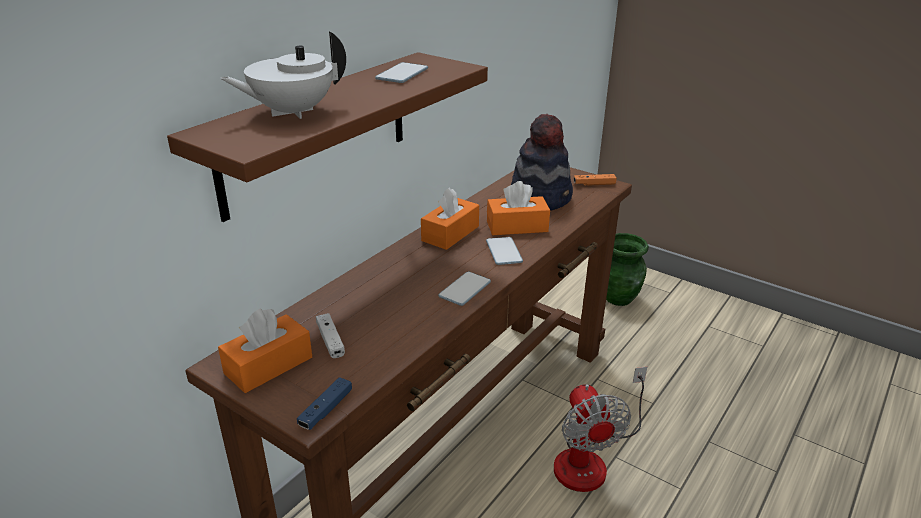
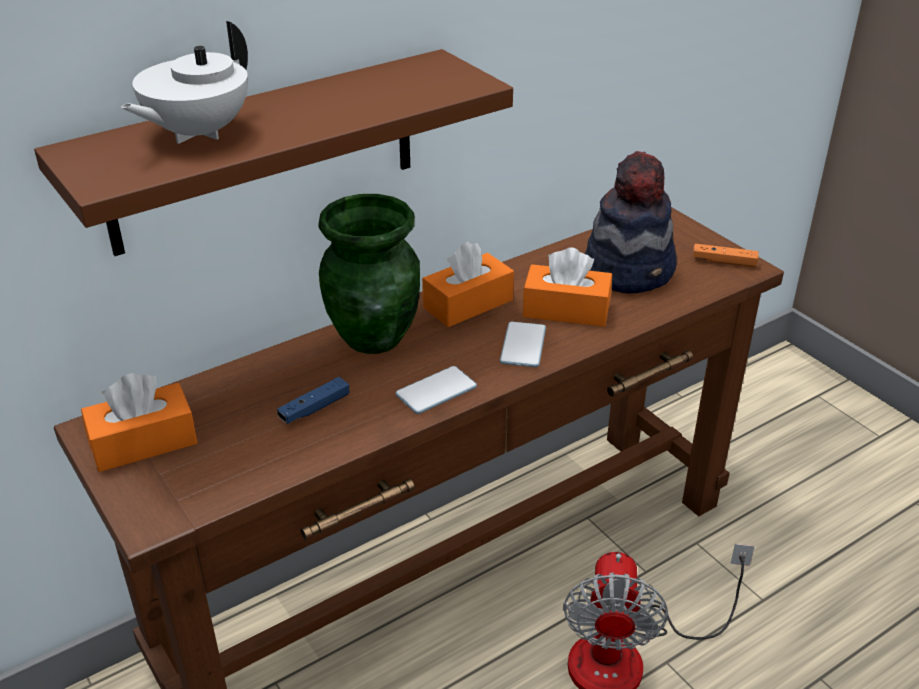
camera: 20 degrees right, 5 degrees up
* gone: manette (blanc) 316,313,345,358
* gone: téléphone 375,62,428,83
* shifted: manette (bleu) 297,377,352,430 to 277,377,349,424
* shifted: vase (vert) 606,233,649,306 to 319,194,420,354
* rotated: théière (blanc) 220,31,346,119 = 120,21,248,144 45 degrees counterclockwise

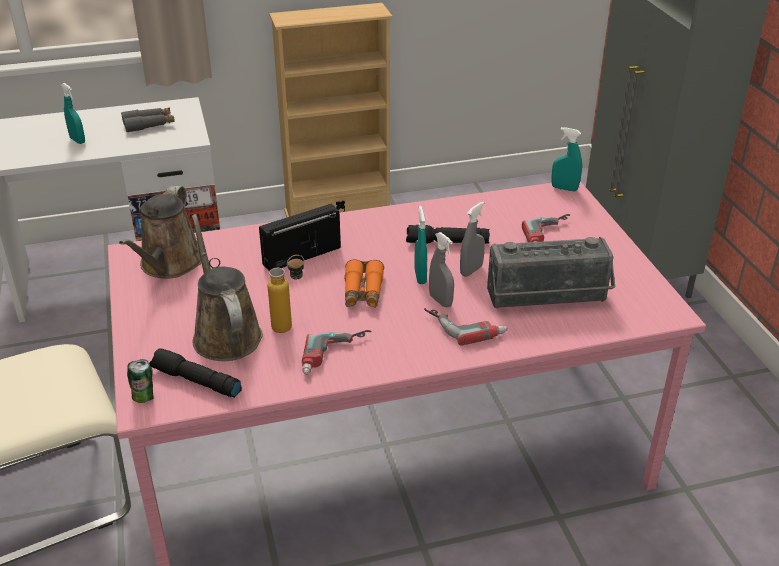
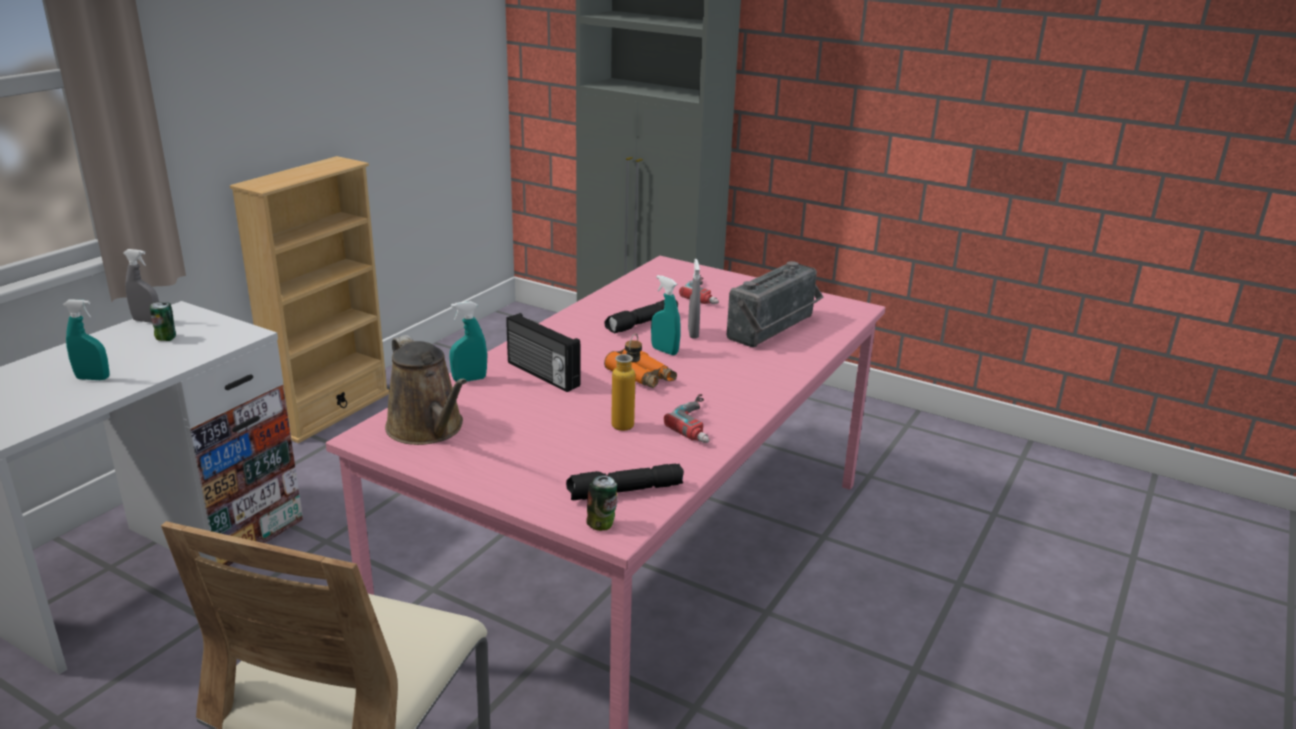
camera: 45 degrees left, 10 degrees down
* gone: arrosoir (marron) 192,214,263,361
* gone: perceuse 424,308,508,346
* shifted: vaporisateur (gris) 429,232,454,307 to 123,249,159,323
* shifted: vaporisateur (turquoise) 551,127,582,192 to 449,301,487,382
* swapped: jumelles (gris) 121,108,175,133 to boîte métallique 150,302,176,341
* rotated: radio 259,203,341,271 = 506,313,580,392 60 degrees counterclockwise

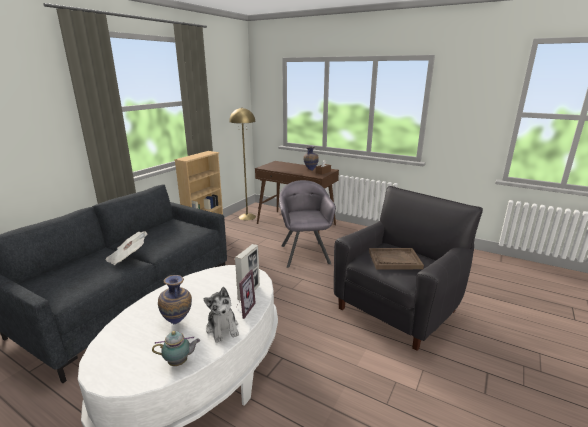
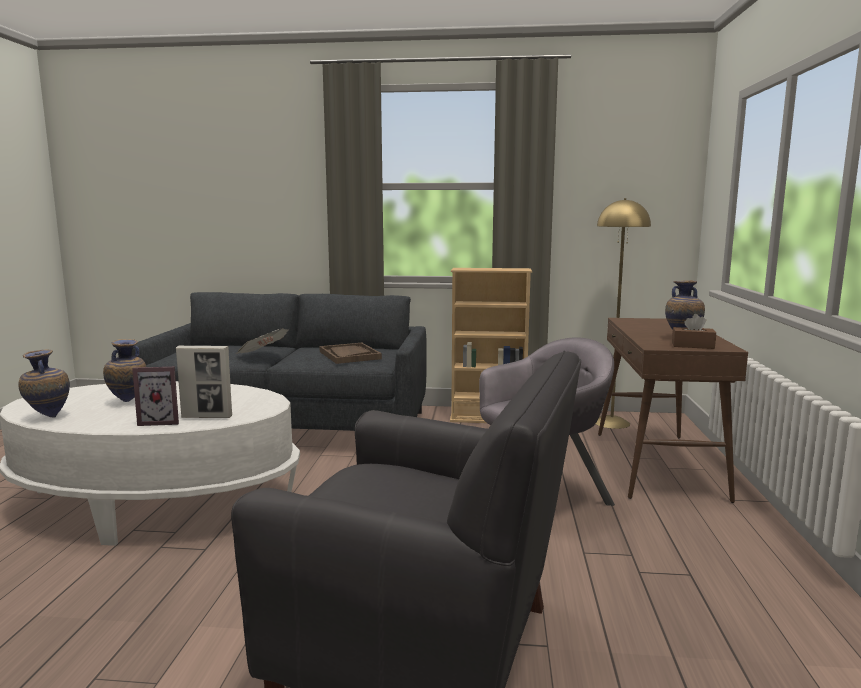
camera: 65 degrees right, 10 degrees down
* gone: peluche 203,287,239,343
* shifted: plateau (marron) 369,248,424,269 to 319,343,382,364
* swapped: théière 152,331,200,366 to vase 18,350,70,418

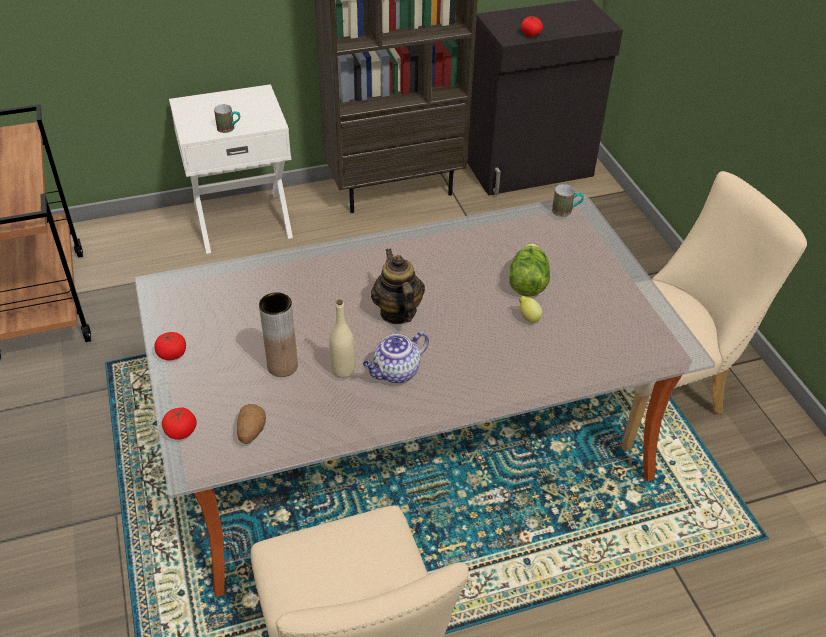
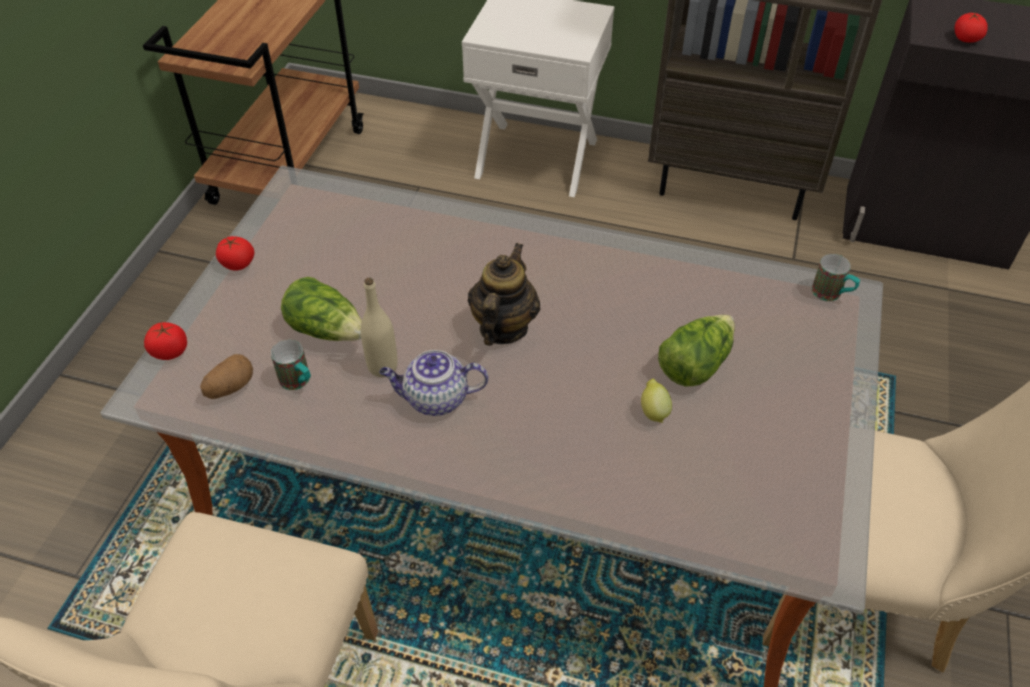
camera: 35 degrees right, 5 degrees up
* shifted: mug 214,104,240,133 to 271,340,311,390
* swapped: vase (marron) 259,292,298,377 to laitue 281,277,362,341

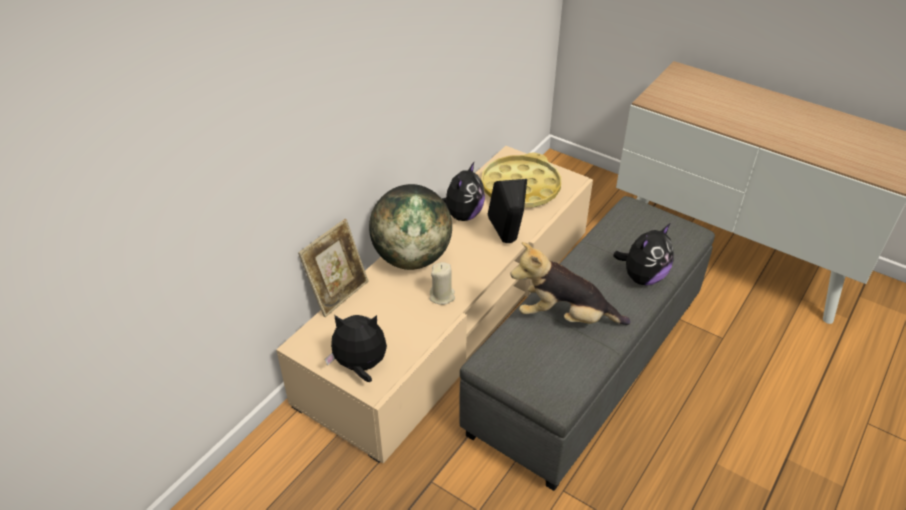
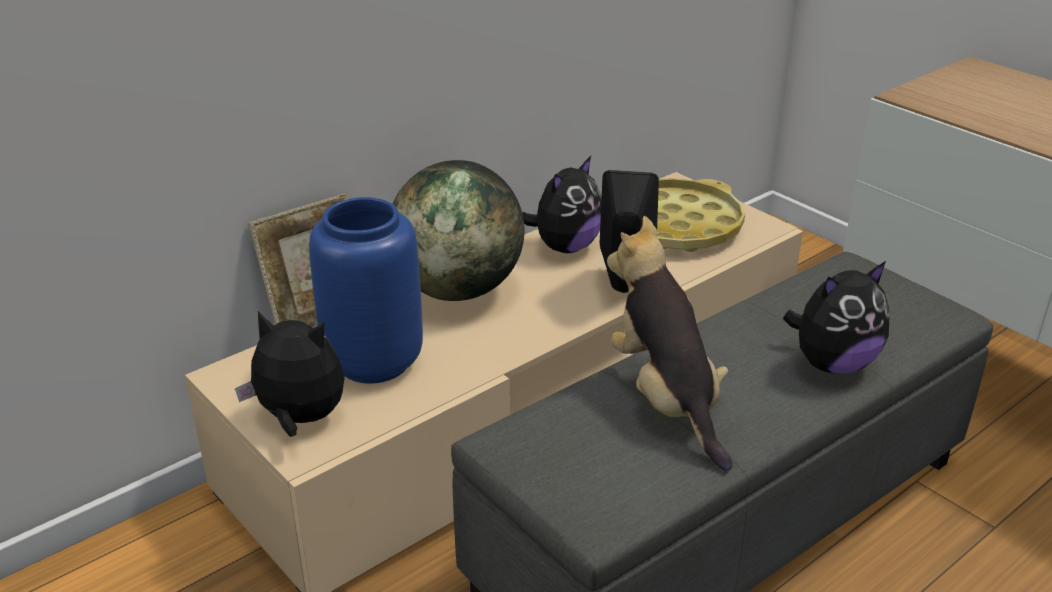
camera: 15 degrees right, 10 degrees down
* gone: bougie (beige) 430,262,455,305
* new: vase (bleu) 309,197,423,384
* rotated: peluche 510,242,630,325 = 607,216,733,471 45 degrees clockwise

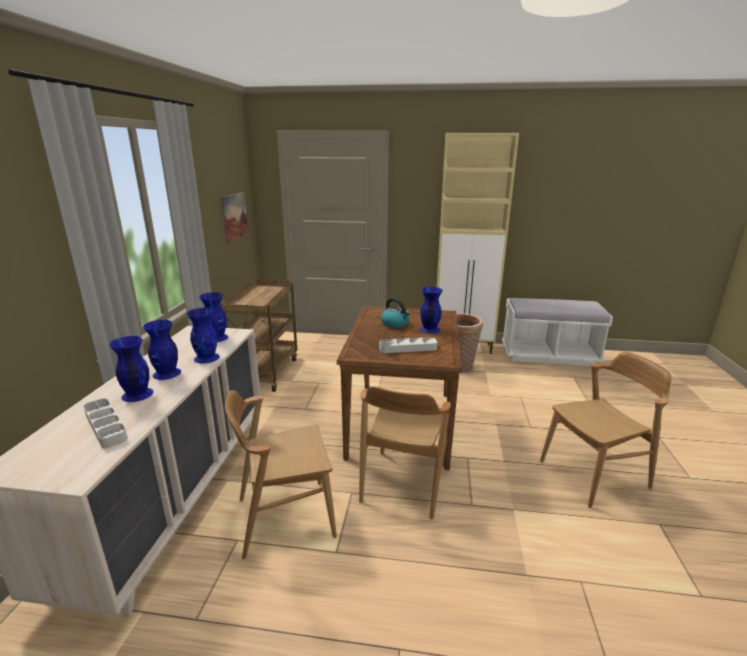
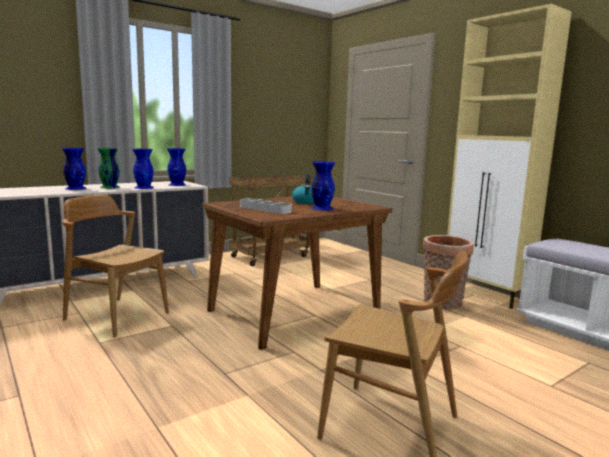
camera: 45 degrees right, 10 degrees down
* gone: plateau (gris) 83,398,128,448
* gone: tableau 220,192,249,243
* gone: chaise (marron) 359,386,451,520
* repainted: vase (bleu) 143,320,181,380 to vase (vert) 97,148,120,189

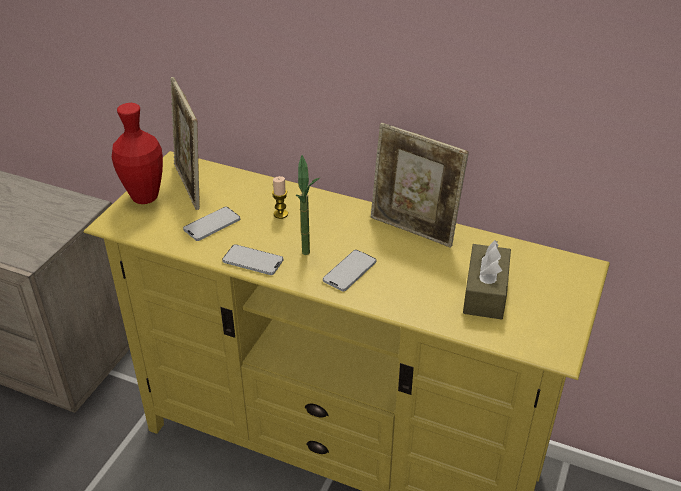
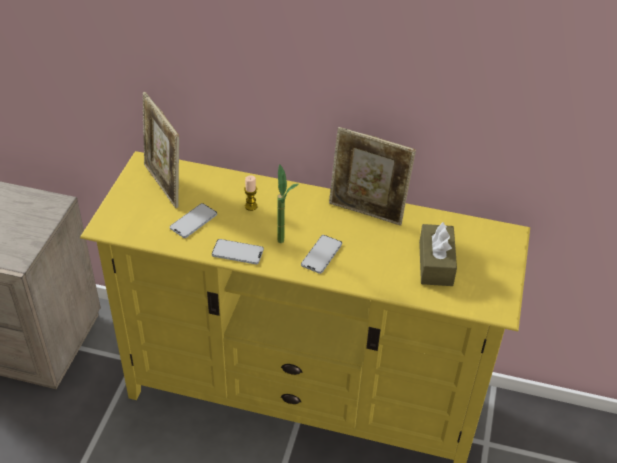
camera: 10 degrees left, 5 degrees up
* gone: vase (rouge) 112,103,163,204

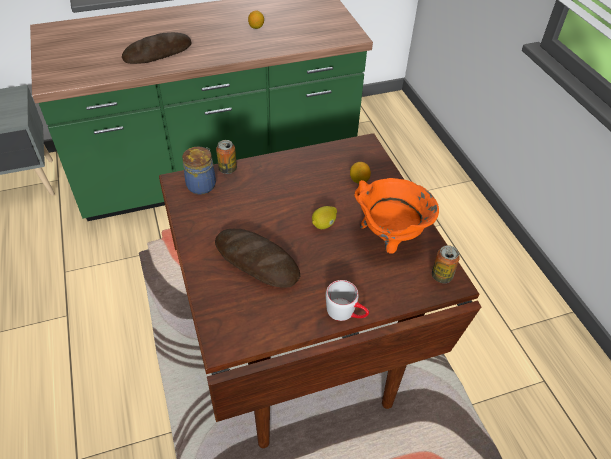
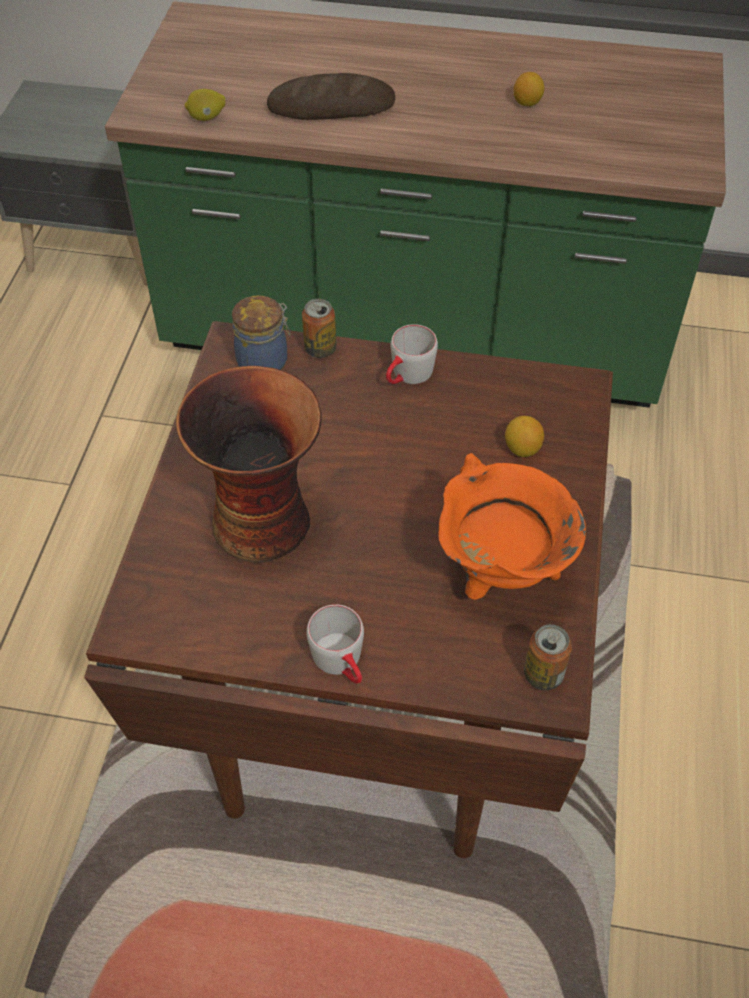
camera: 30 degrees right, 5 degrees up
* new: mug (gris) 386,324,438,384
* shifted: citron 312,206,337,229 to 185,89,225,121
* swapped: pain 215,229,300,288 to vase 176,366,322,563

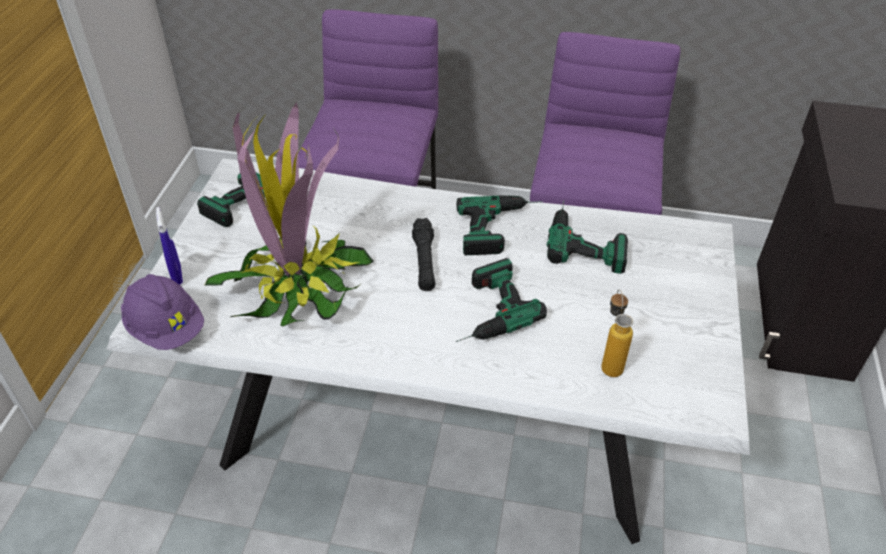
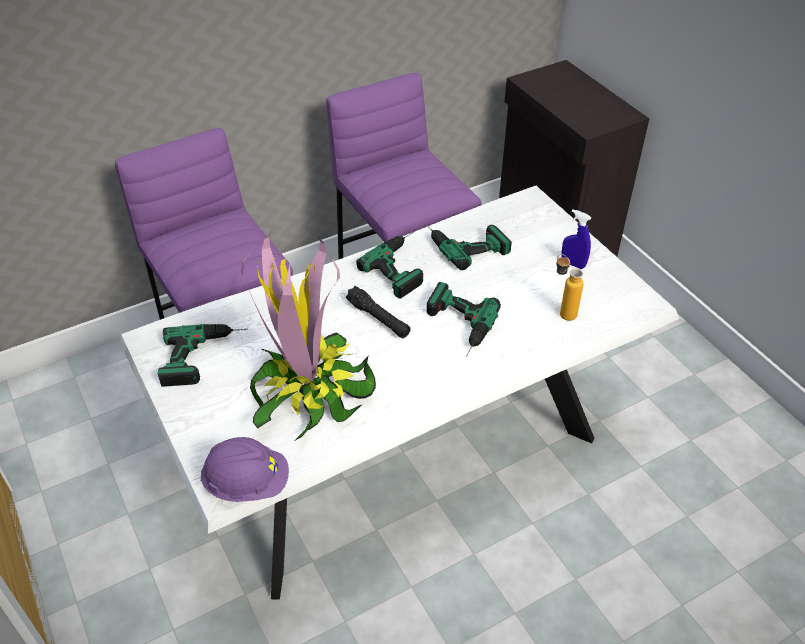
camera: 40 degrees left, 0 degrees up
* shifted: vaporisateur (bleu) 156,207,183,285 to 561,209,591,269

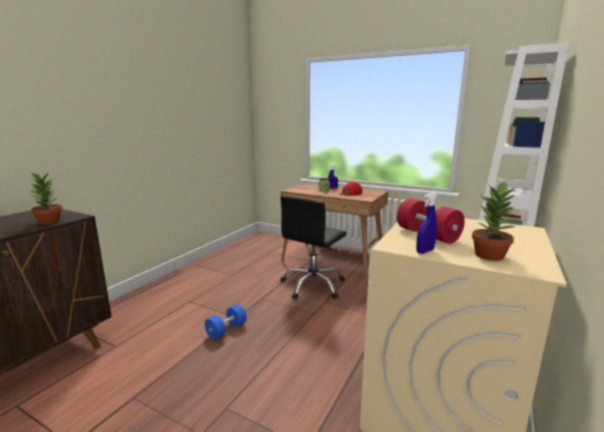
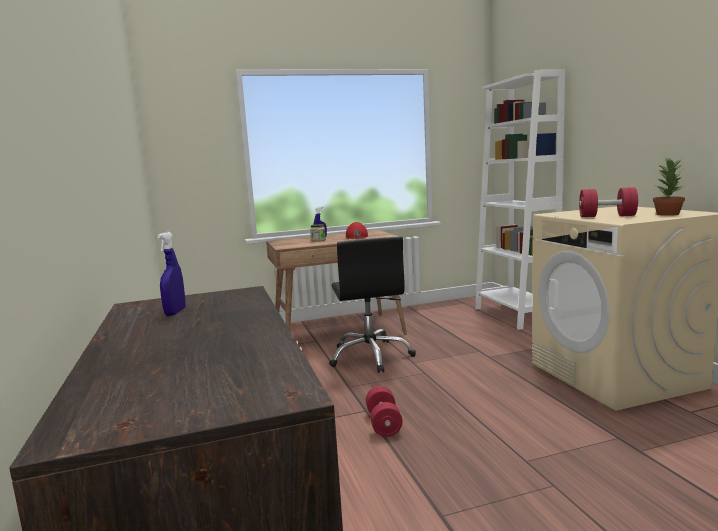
camera: 45 degrees left, 5 degrees down
* gone: plante en pot 29,173,62,224
* shifted: vaporisateur (bleu) 416,193,437,254 to 157,232,186,316
* repainted: haltère (bleu) 205,304,247,340 to haltère (rouge) 366,386,403,437

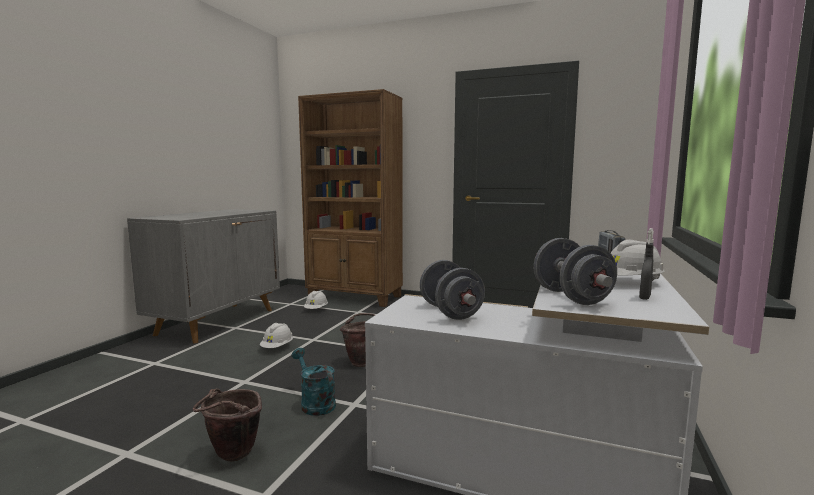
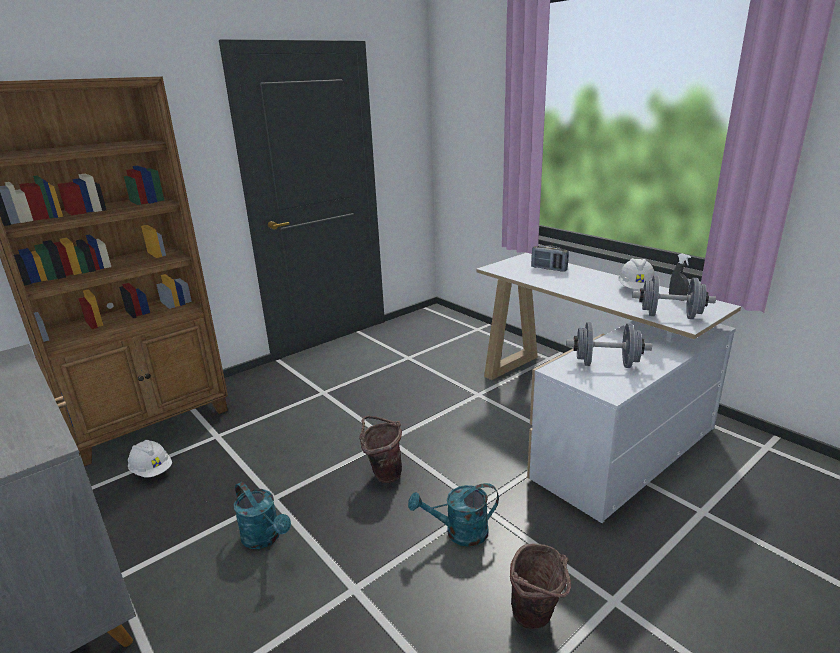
camera: 60 degrees left, 15 degrees up
* swapped: casque de chantier (blanc) 260,323,293,348 to arrosoir (turquoise) 234,482,291,549

